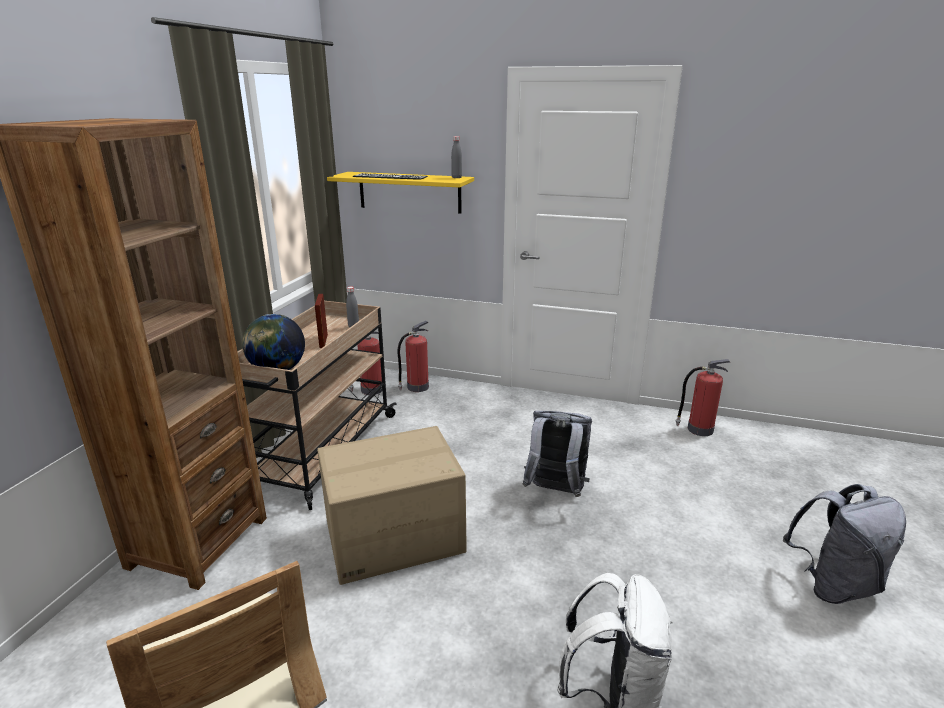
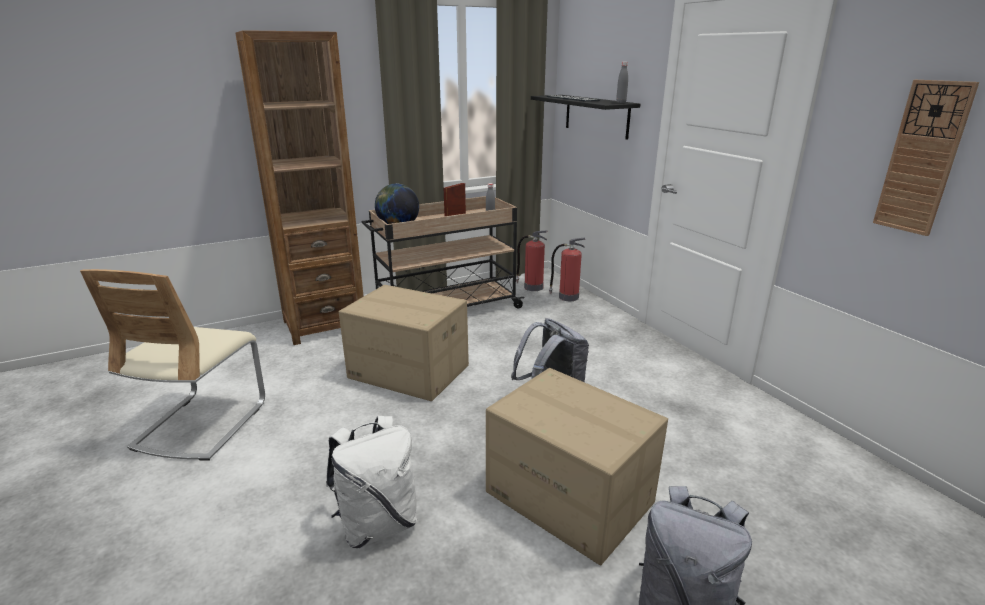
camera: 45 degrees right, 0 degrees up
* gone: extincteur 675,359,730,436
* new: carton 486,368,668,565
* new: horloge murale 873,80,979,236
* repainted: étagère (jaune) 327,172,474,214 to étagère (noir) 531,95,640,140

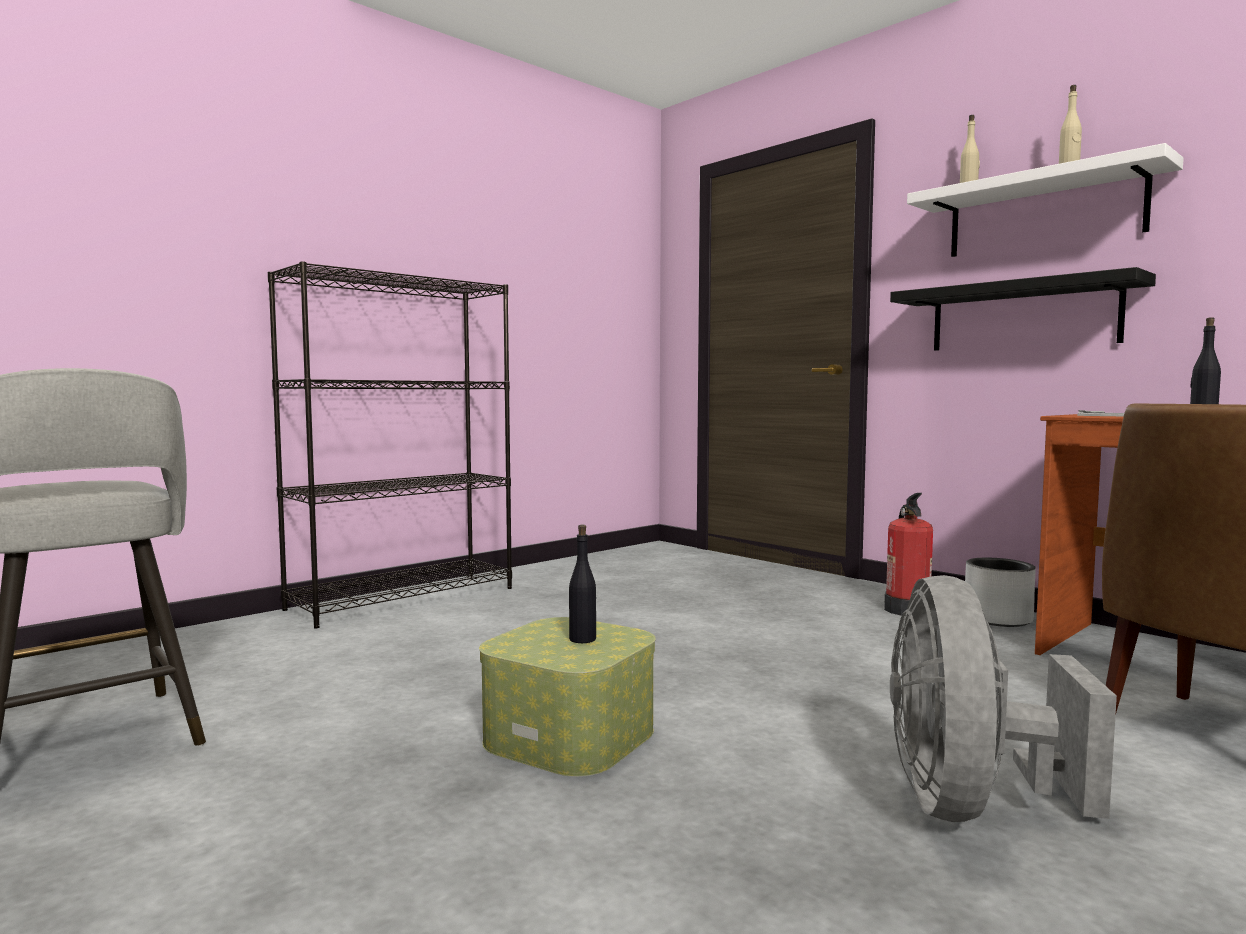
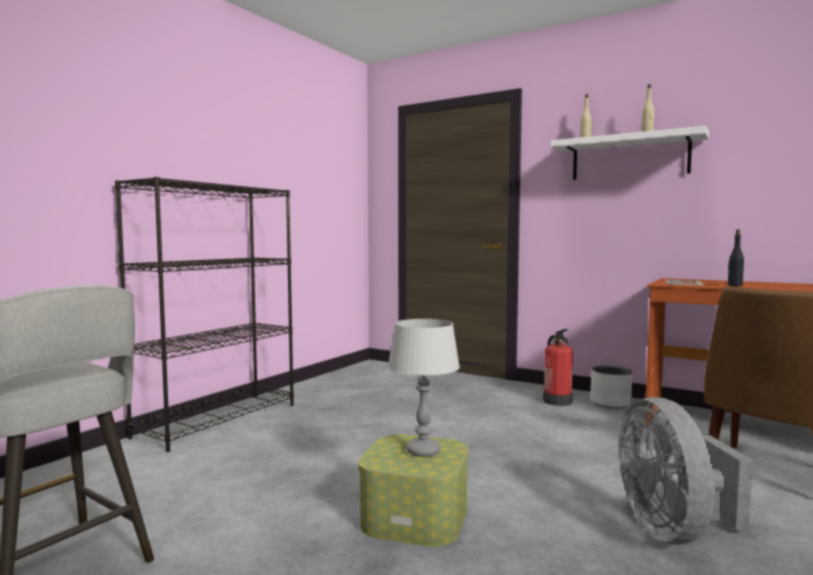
camera: 15 degrees left, 0 degrees up
* gone: étagère (noir) 890,267,1156,351
* swapped: bouteille (noir) 569,524,596,643 to lampe de table (gris) 388,319,460,457

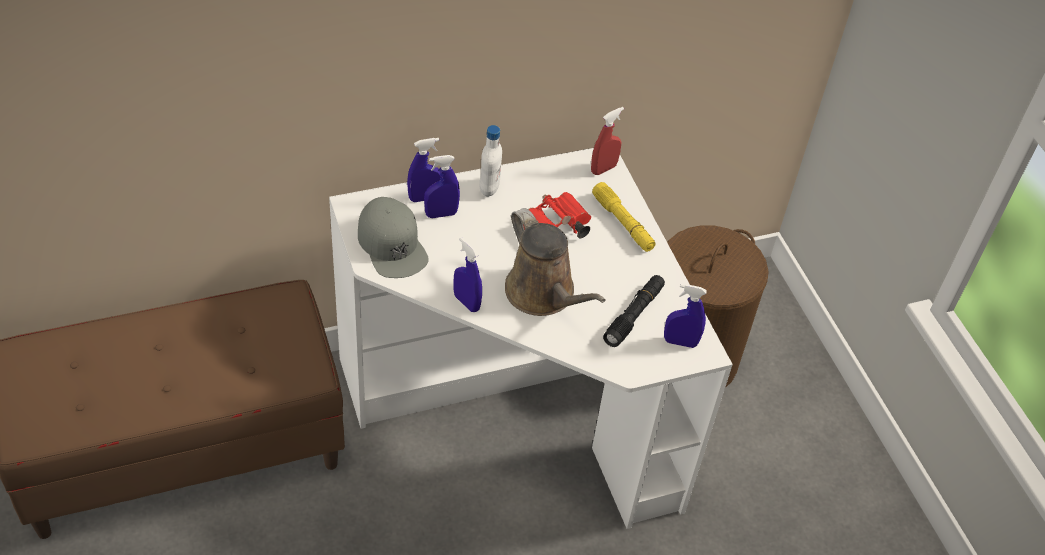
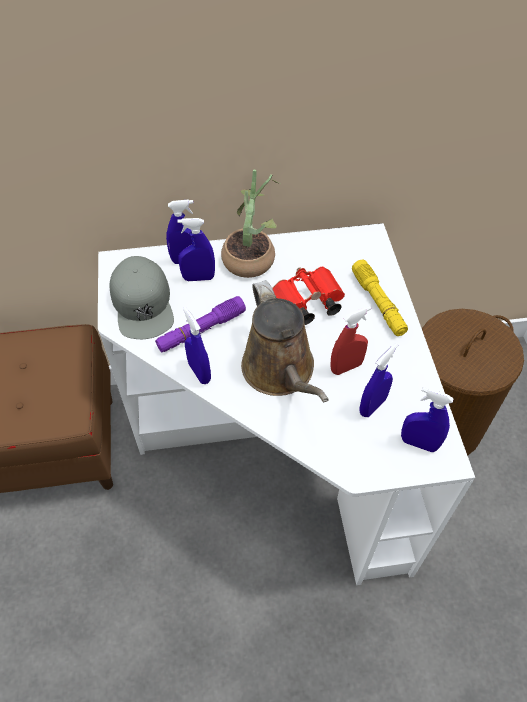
camera: 15 degrees right, 5 degrees up
* new: lampe de poche (violet) 155,296,246,352
* shifted: vaporisateur (rouge) 591,107,624,175 to 330,306,371,375
* swapped: bouteille (blanc) 479,125,502,197 to plante en pot 221,170,282,278
* swapped: lampe de poche (noir) 603,275,665,347 to vaporisateur (bleu) 359,343,398,417

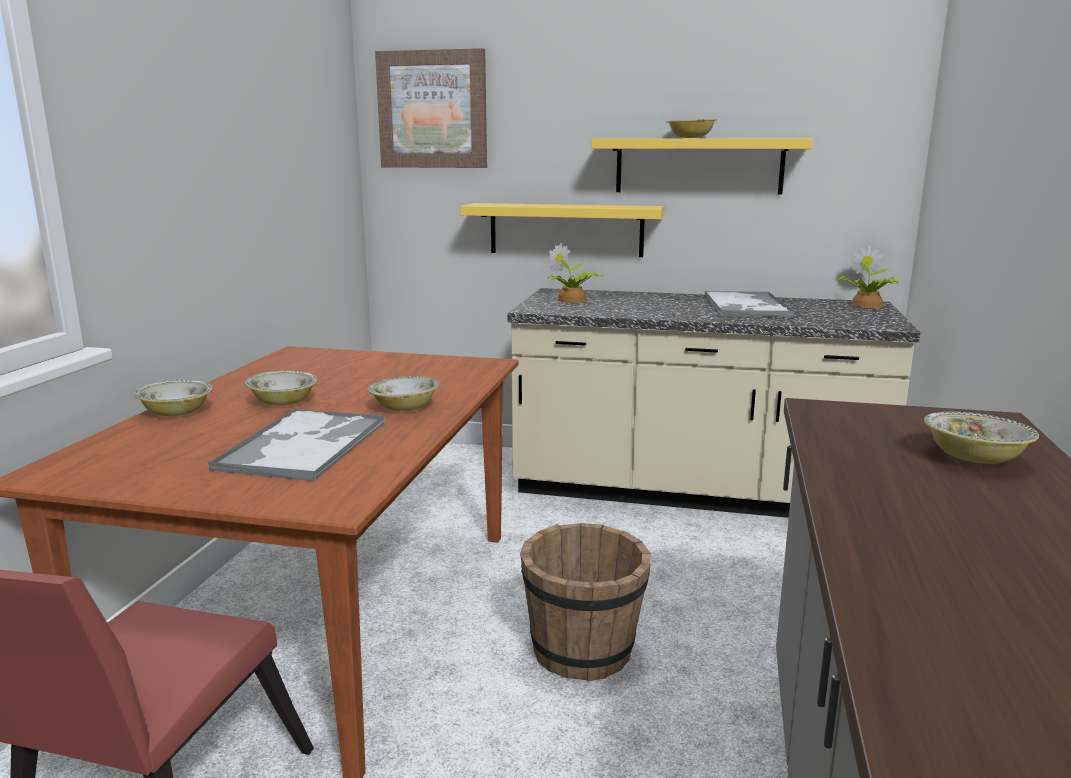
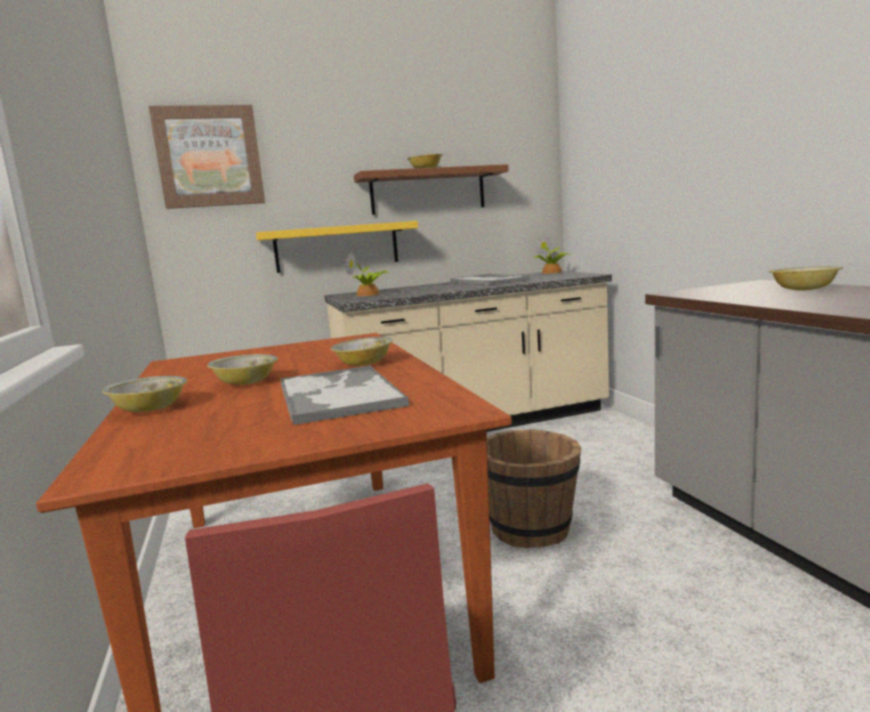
camera: 30 degrees left, 5 degrees down
* repainted: étagère (jaune) 591,138,813,194 to étagère (marron) 354,164,509,215

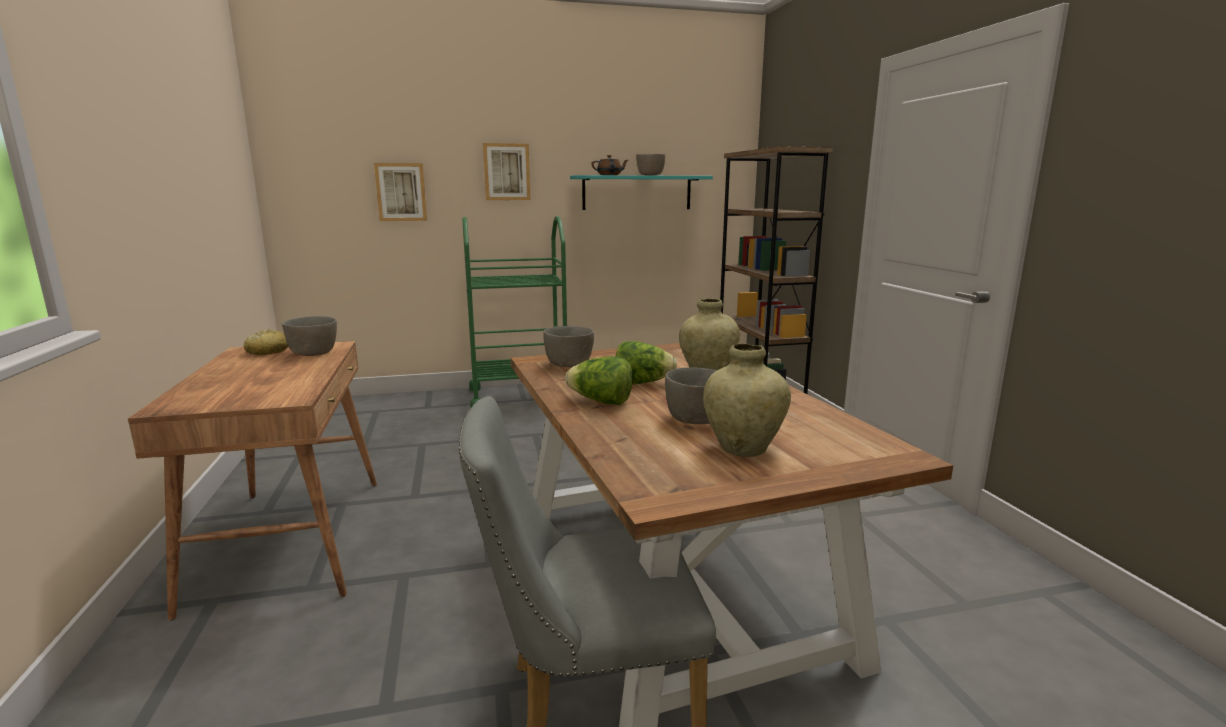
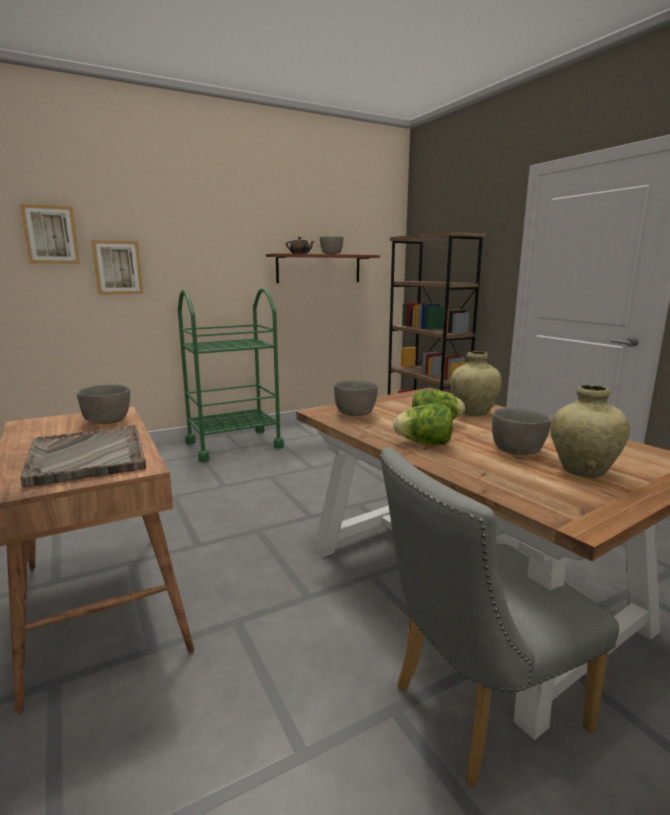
camera: 15 degrees left, 0 degrees up
* gone: pain 244,329,288,355
* new: plateau (gris) 20,425,146,487
* shifted: tableau 483,143,531,200 to 20,204,80,264
* repainted: étagère (turquoise) 570,175,713,210 to étagère (marron) 266,253,380,283

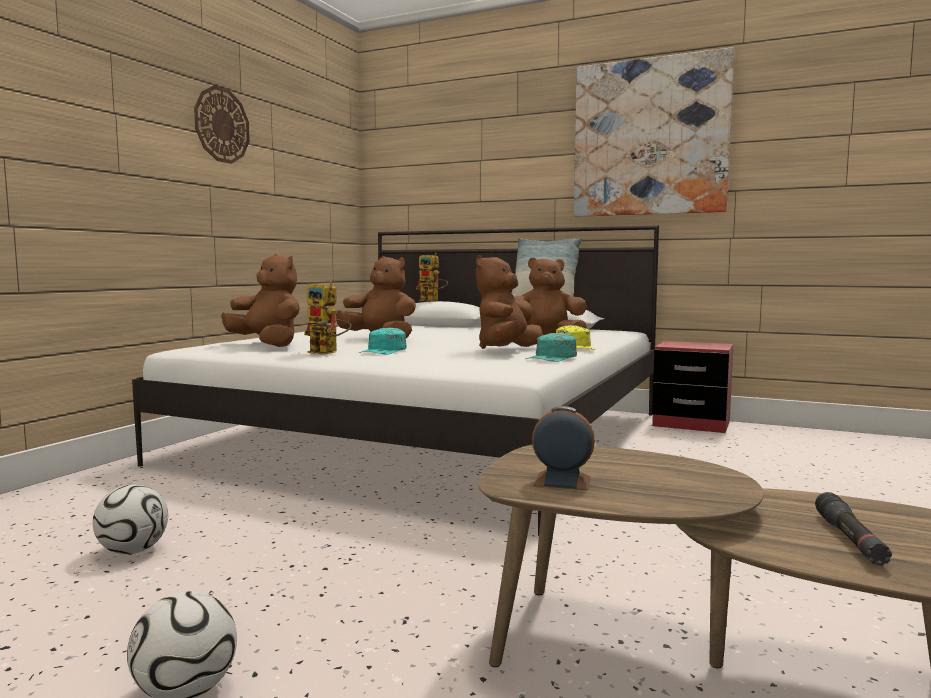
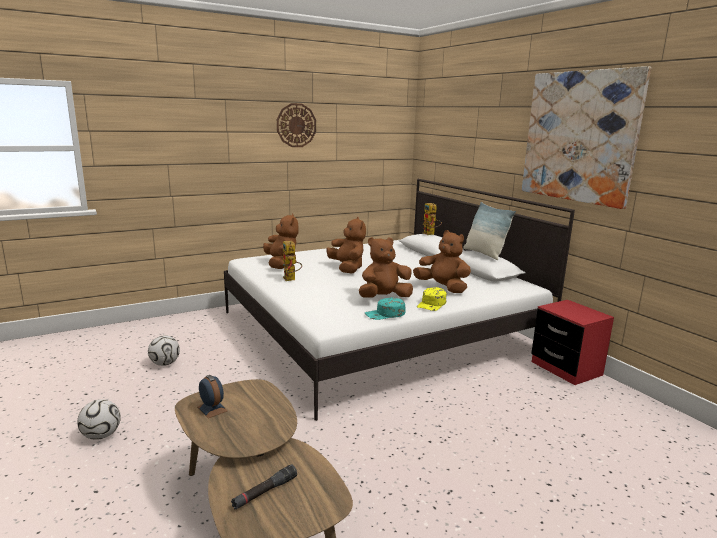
camera: 35 degrees right, 10 degrees up
* gone: casquette (turquoise) 359,328,406,355

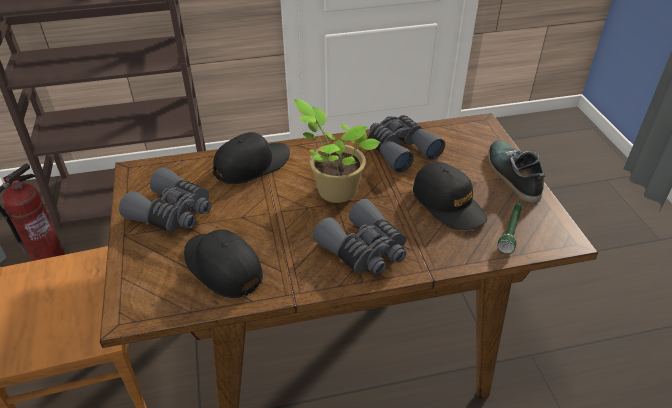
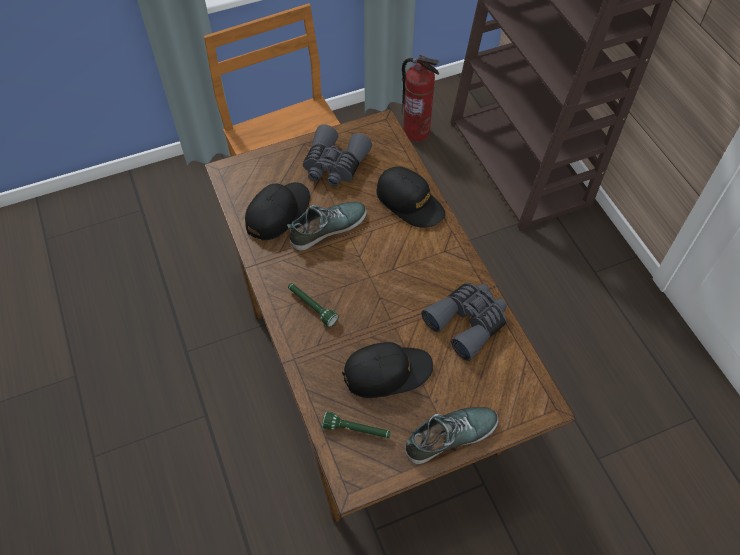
camera: 80 degrees right, 15 degrees up
* gone: plante en pot 294,99,381,203
* new: chaussure 287,202,367,251
* swapped: jumelles (gris) 312,199,406,275 to lampe de poche (vert) 288,283,339,327
* rotated: casquette (noir) 413,162,487,230 = 342,342,433,398 150 degrees counterclockwise

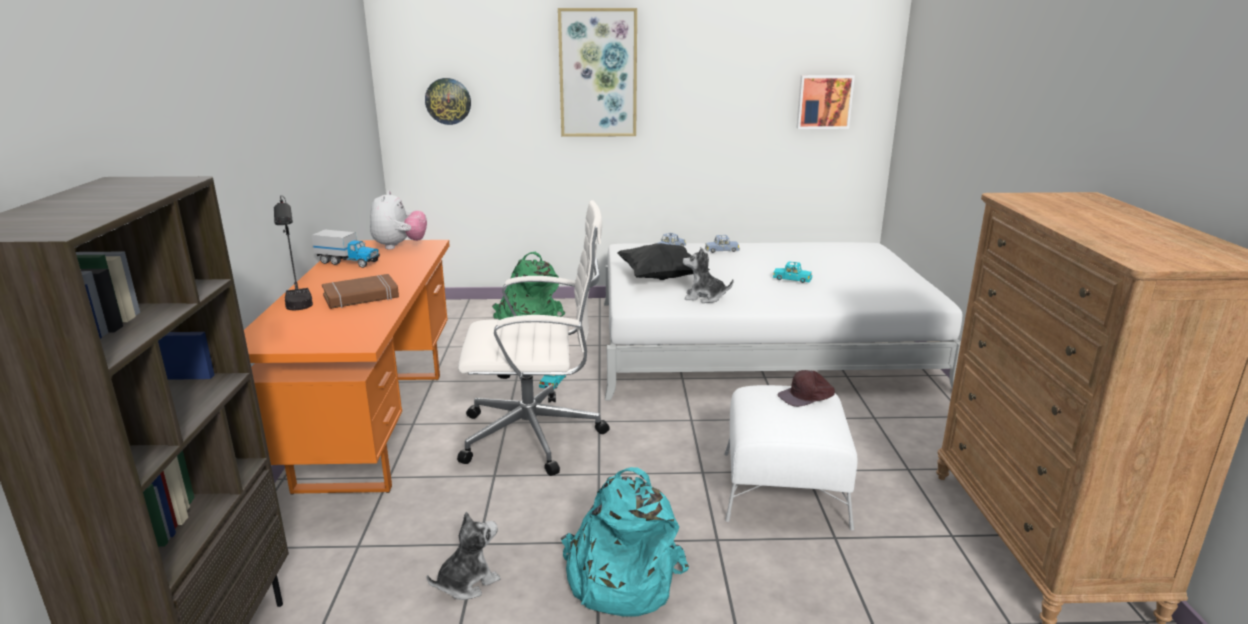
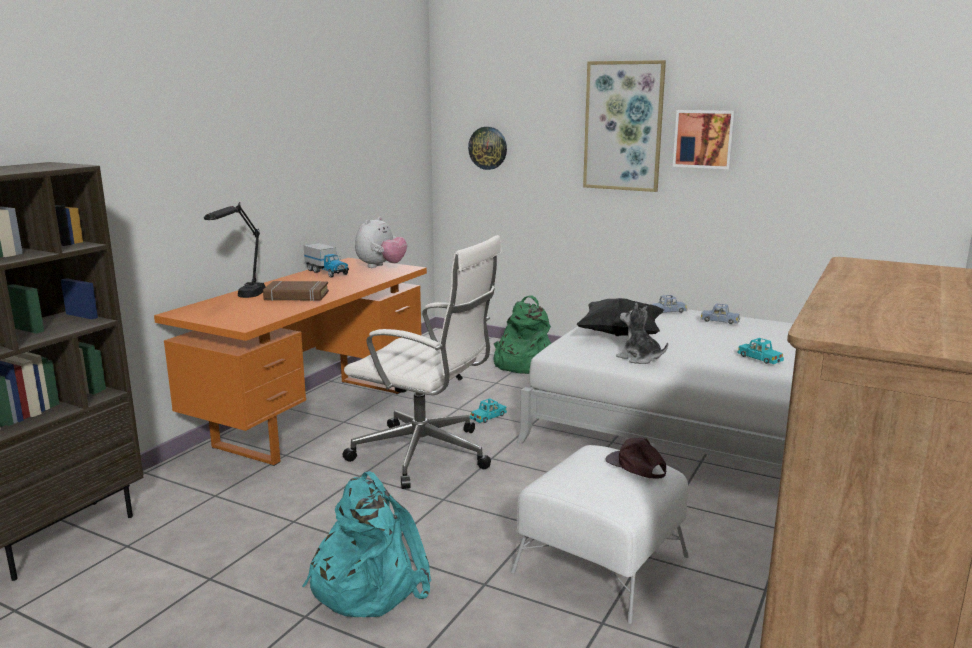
camera: 30 degrees right, 5 degrees down
* gone: peluche 427,511,501,600
* shifted: tableau 796,75,855,129 to 673,110,735,169
* rotated: casquette (marron) 778,370,835,407 = 605,438,666,479 45 degrees clockwise

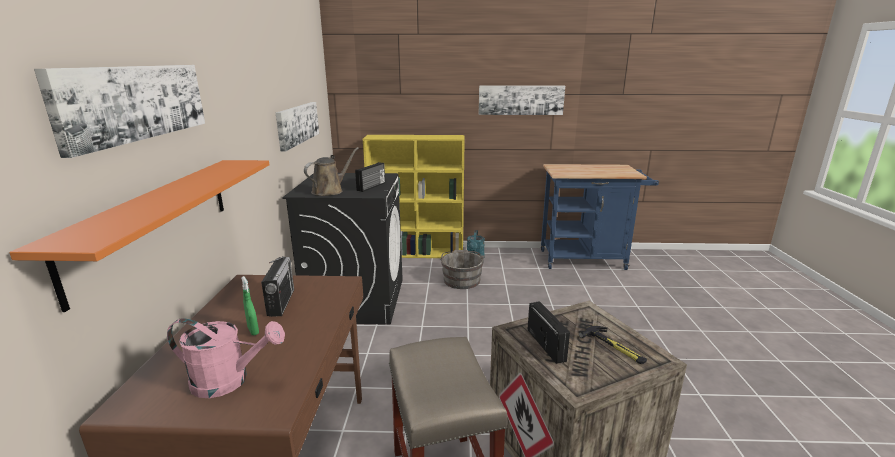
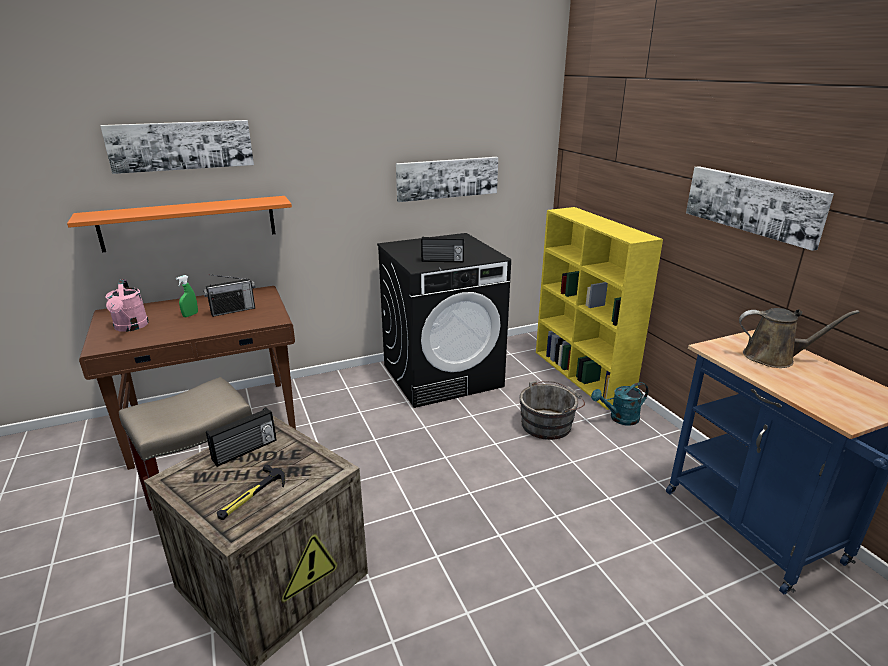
camera: 65 degrees right, 5 degrees up
* shifted: arrosoir (marron) 304,147,359,196 to 739,308,860,368

